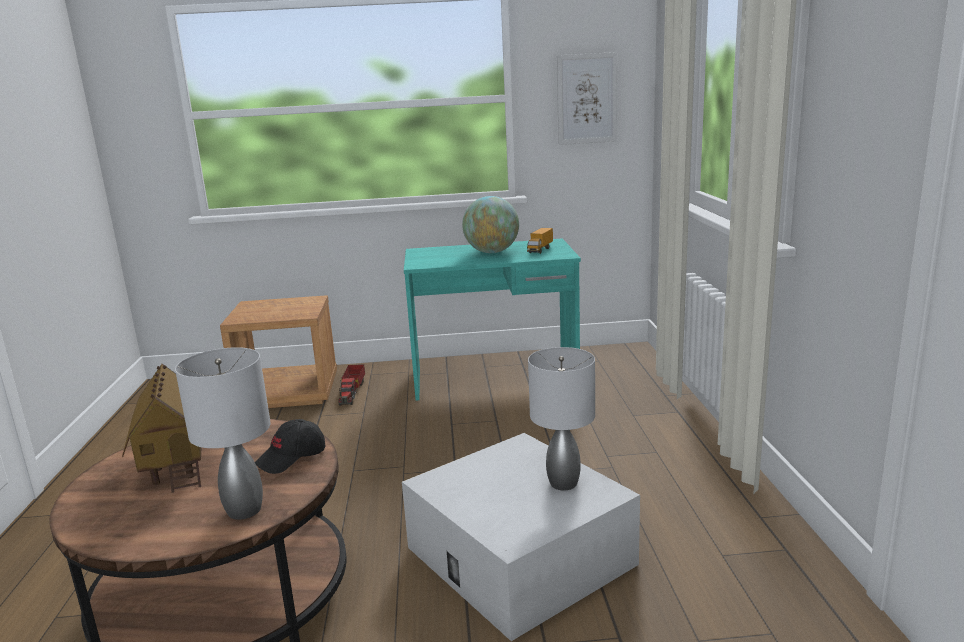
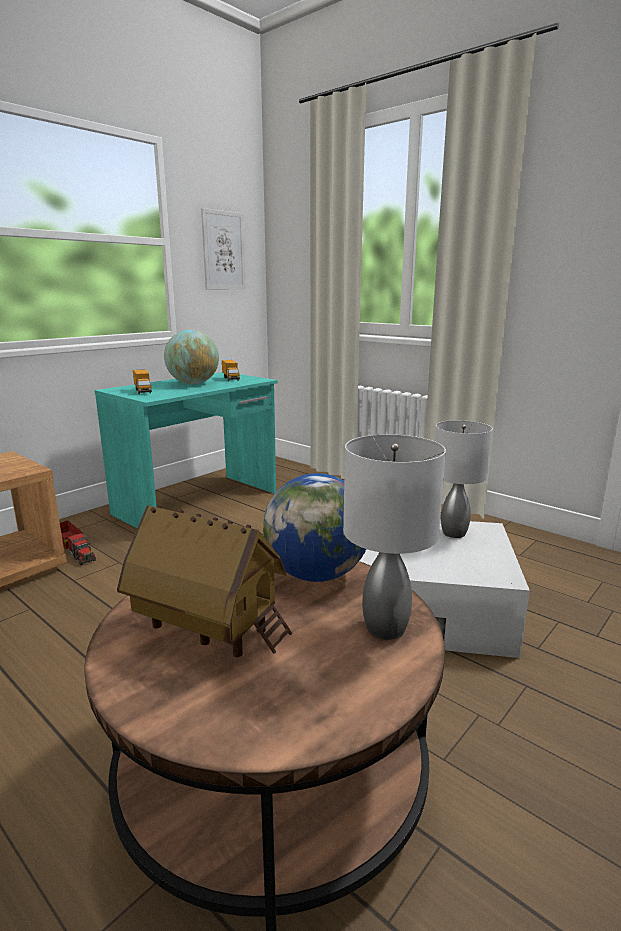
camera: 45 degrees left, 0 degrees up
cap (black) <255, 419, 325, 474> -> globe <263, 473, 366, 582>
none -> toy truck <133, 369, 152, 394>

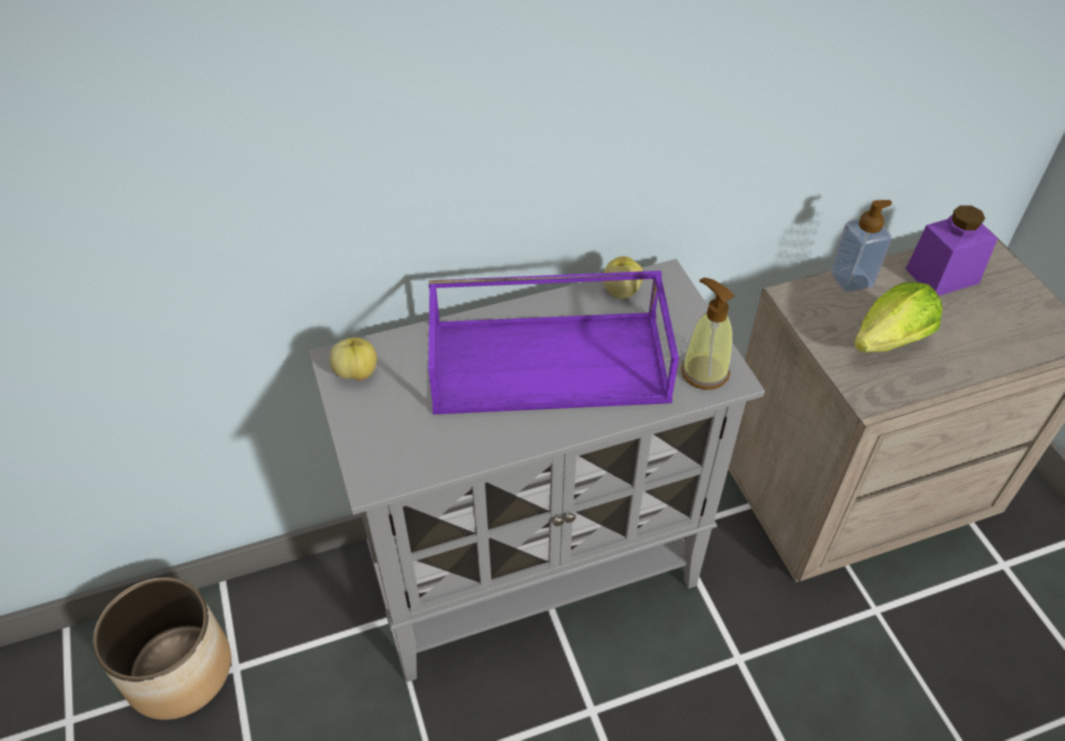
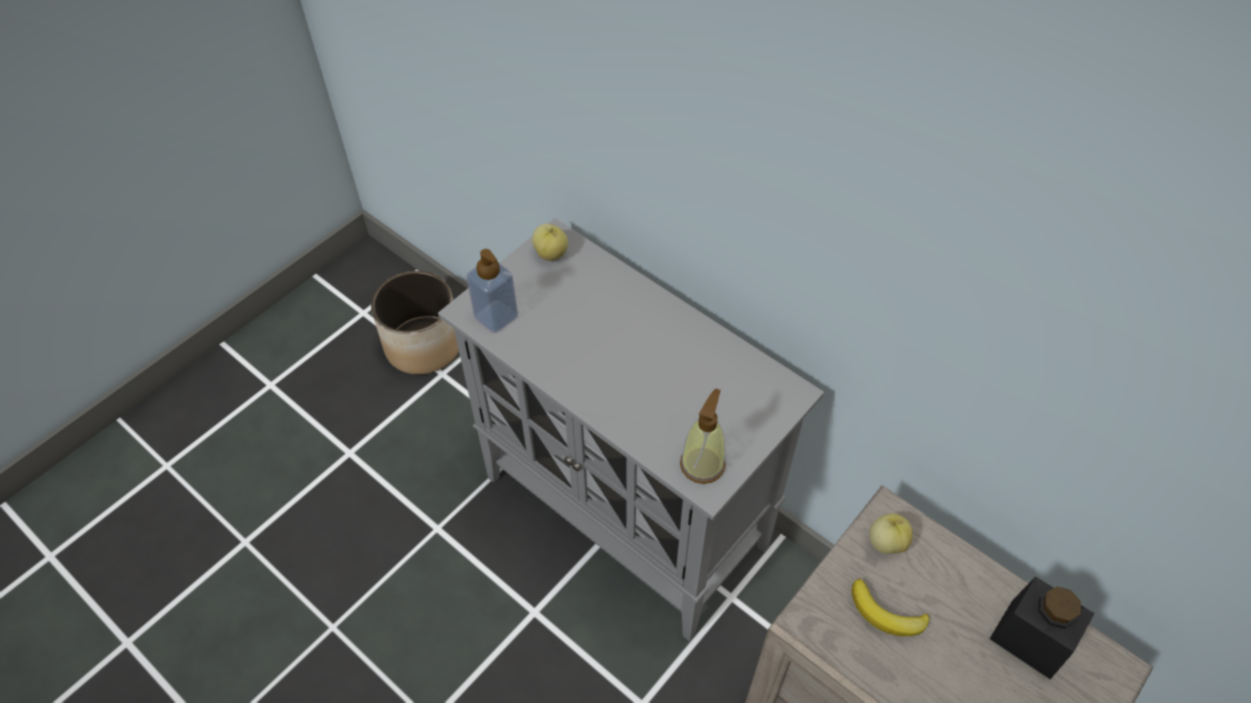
camera: 60 degrees right, 5 degrees up
tray (purple) <428, 271, 679, 415> -> none
apple <604, 256, 643, 299> -> apple <869, 513, 913, 554>, move
soap dispenser <831, 200, 892, 292> -> soap dispenser <466, 249, 518, 333>, move
lettuce <854, 283, 942, 353> -> banana <852, 579, 930, 636>
jar (purple) <906, 205, 998, 296> -> jar (black) <990, 577, 1095, 679>

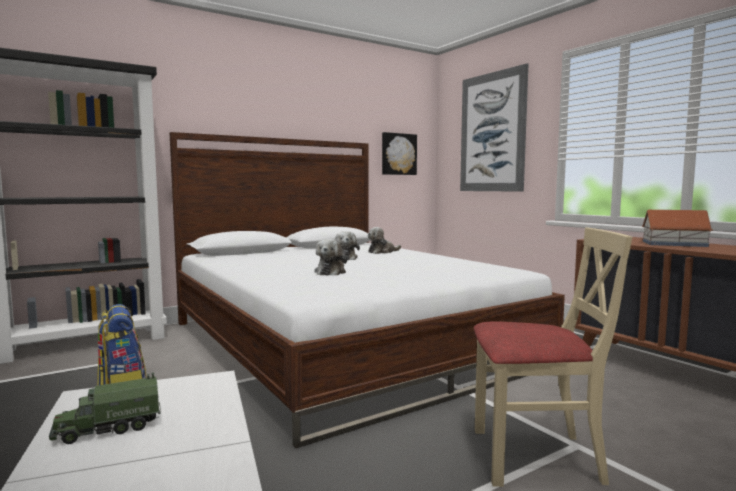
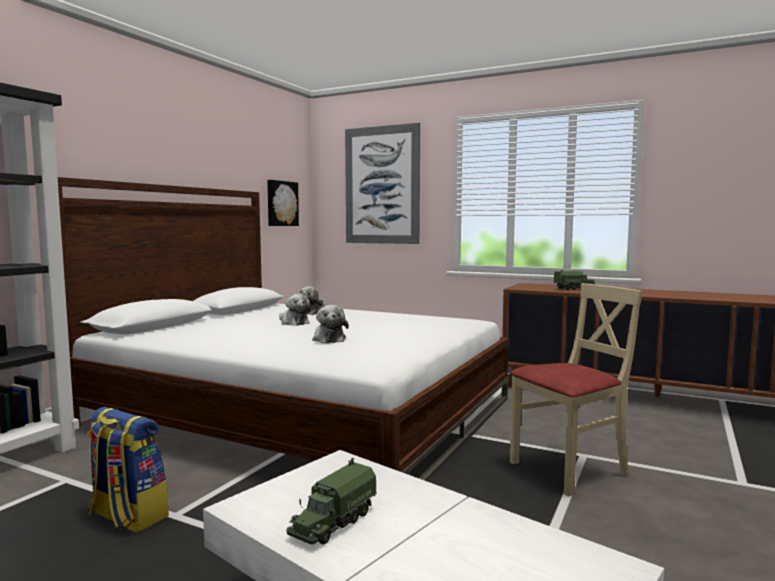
camera: 30 degrees left, 0 degrees up
toy house <642, 210, 713, 247> -> toy truck <554, 269, 597, 290>

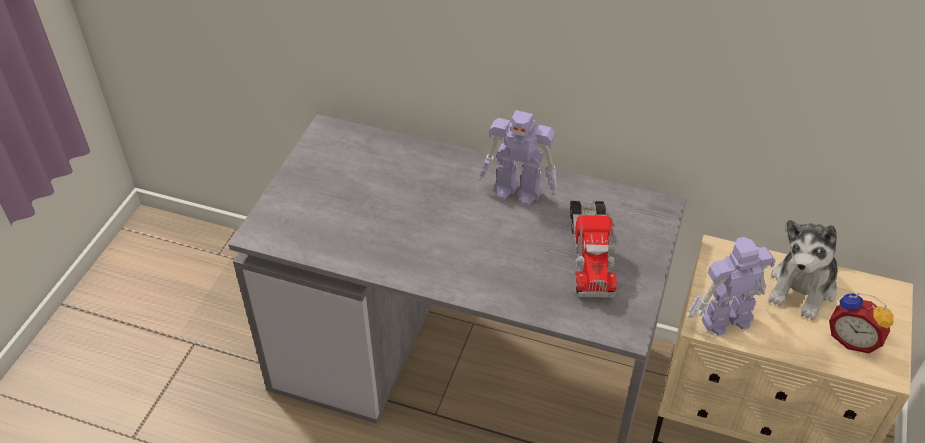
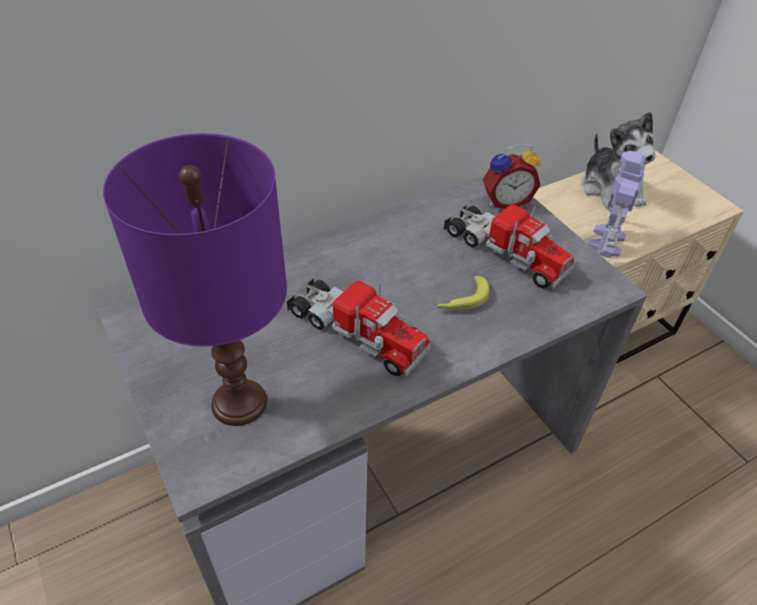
camera: 50 degrees left, 0 degrees up
toy robot <479, 110, 557, 206> -> none
alarm clock <829, 293, 894, 353> -> alarm clock <483, 143, 541, 209>, move
none -> table lamp (purple) <103, 133, 287, 426>
none -> toy truck <286, 277, 431, 376>
none -> banana <436, 276, 490, 311>

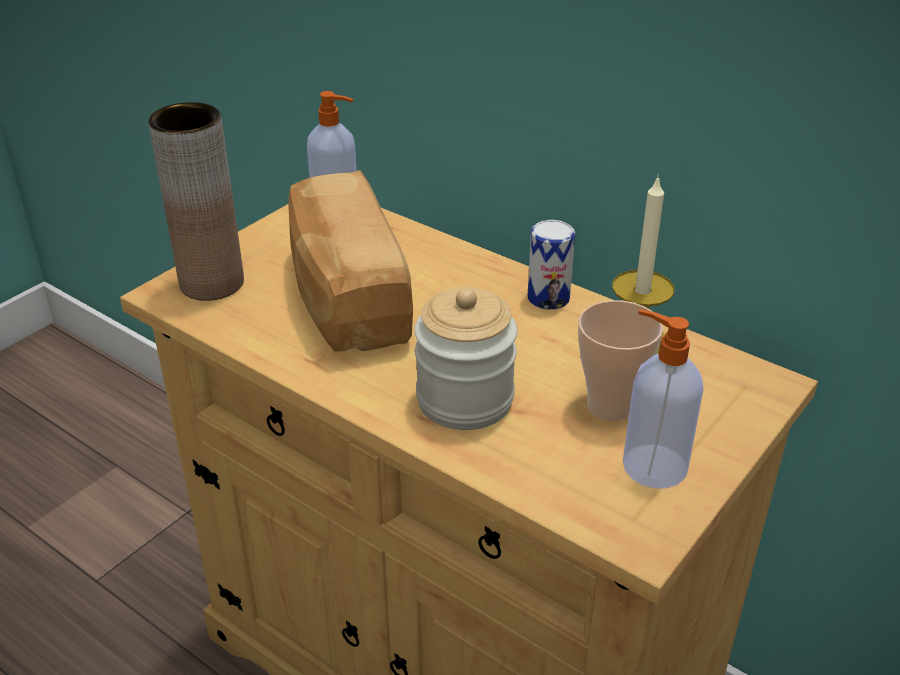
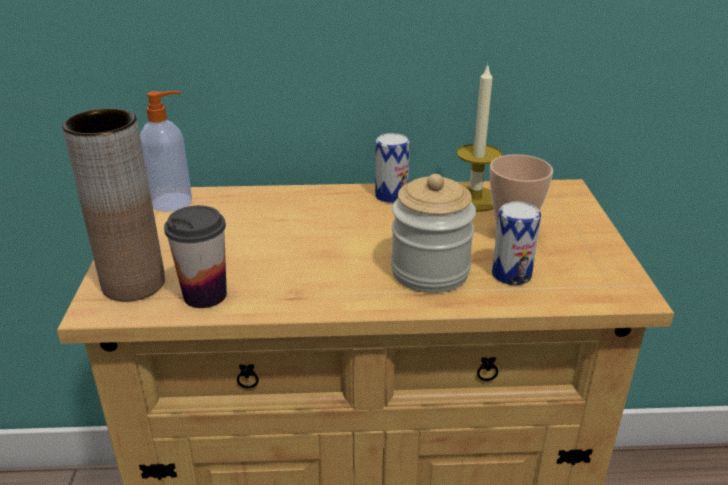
camera: 40 degrees left, 5 degrees down
bread <288, 170, 413, 352> -> none
soap dispenser <623, 309, 704, 489> -> none
none -> cup <164, 205, 227, 308>
none -> can <492, 202, 541, 285>

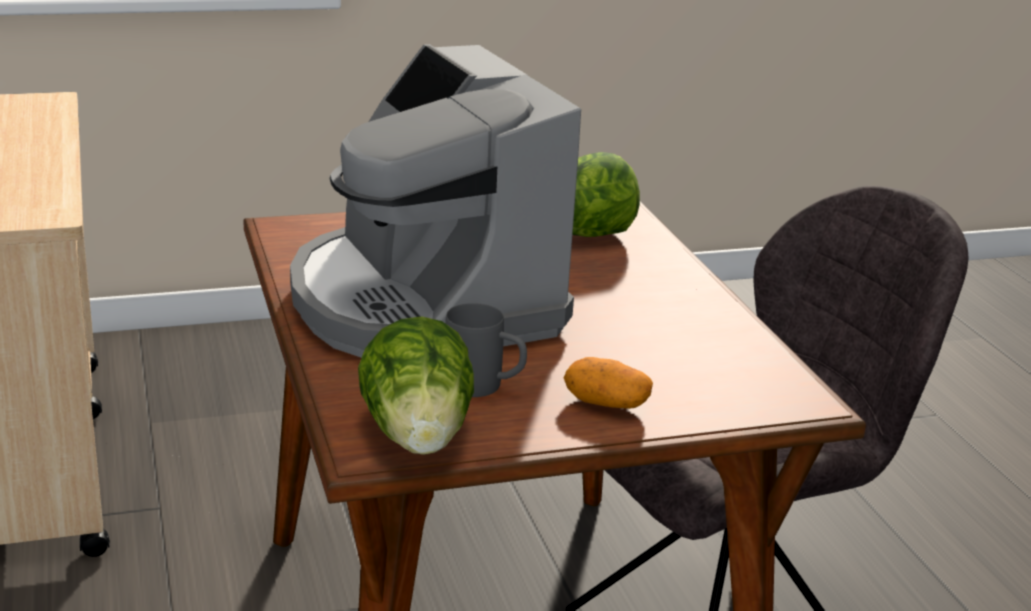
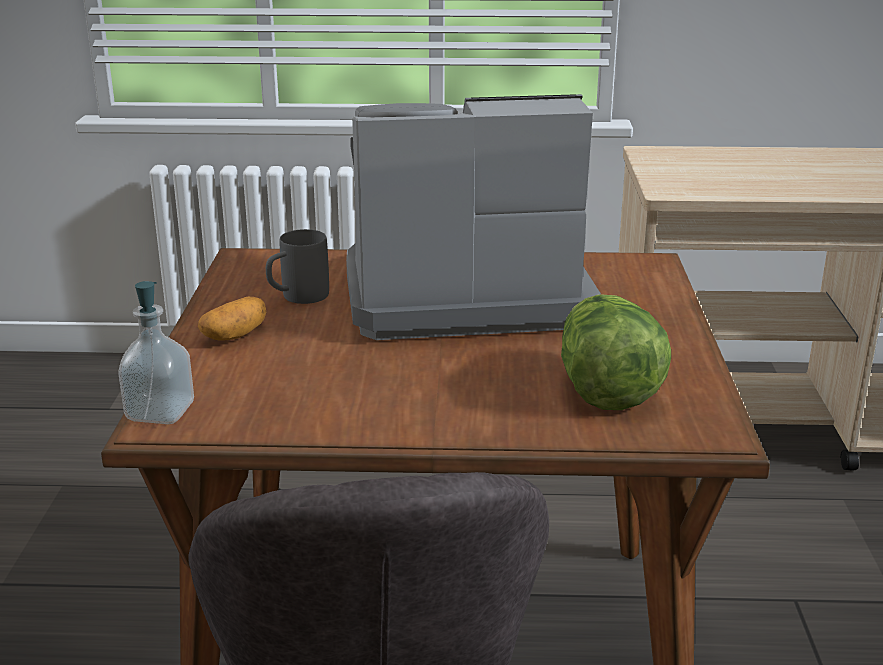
camera: 110 degrees right, 0 degrees up
lettuce <358, 316, 474, 455> -> none
none -> soap dispenser <119, 281, 194, 424>

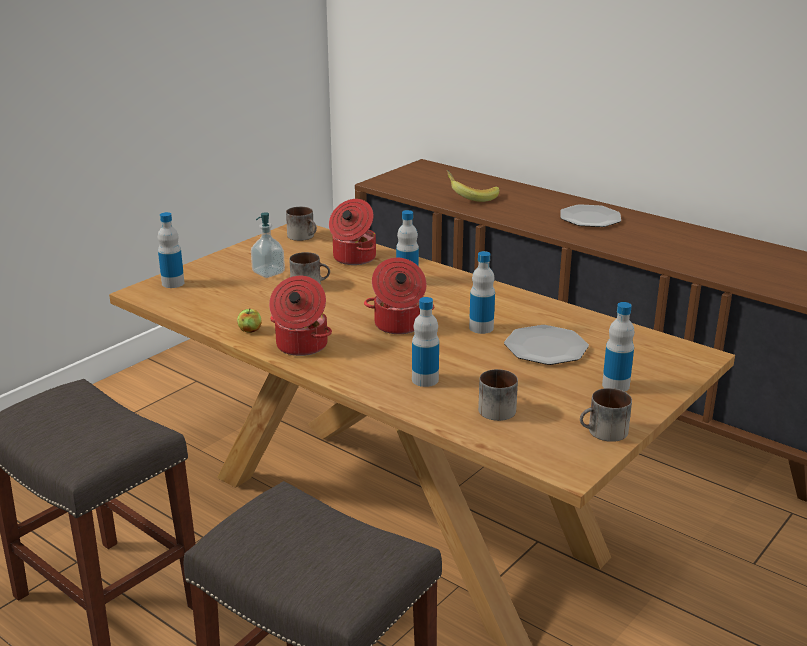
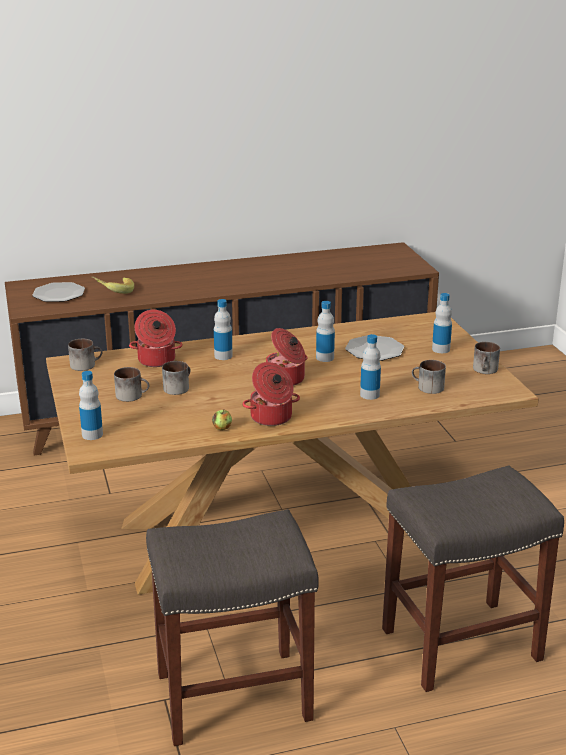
camera: 55 degrees left, 0 degrees up
soap dispenser <251, 212, 285, 278> -> mug <114, 367, 149, 402>
plate <560, 204, 621, 227> -> plate <32, 282, 85, 302>, move

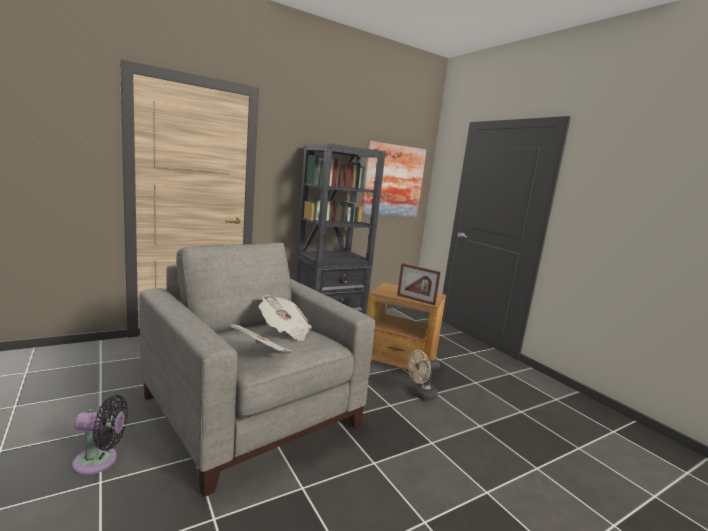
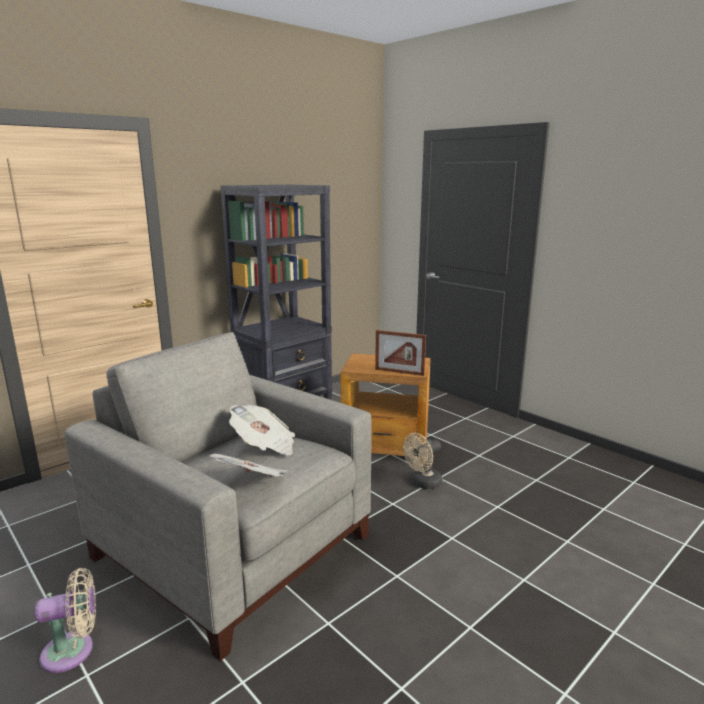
camera: 10 degrees left, 5 degrees up
fan (black) <72, 395, 128, 475> -> fan (beige) <35, 568, 96, 673>
picture <361, 141, 426, 217> -> none

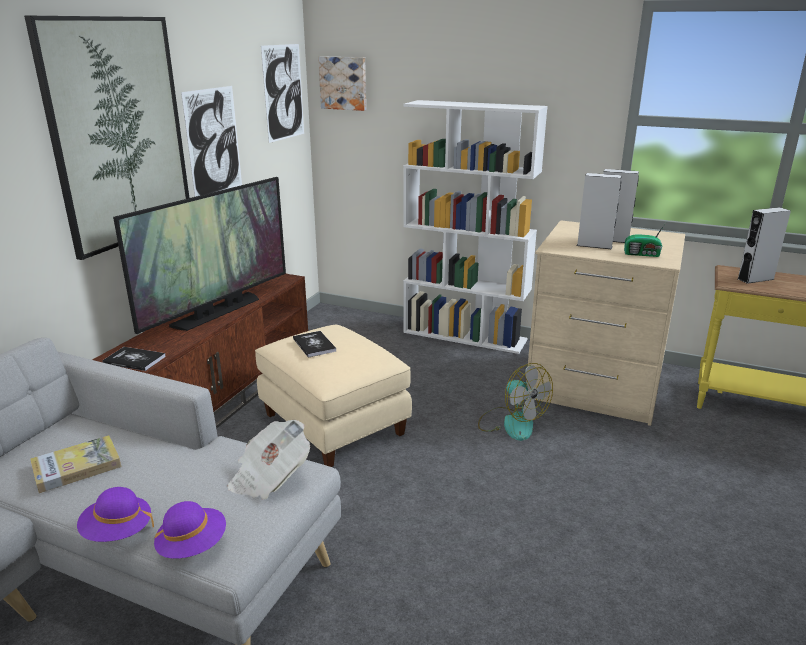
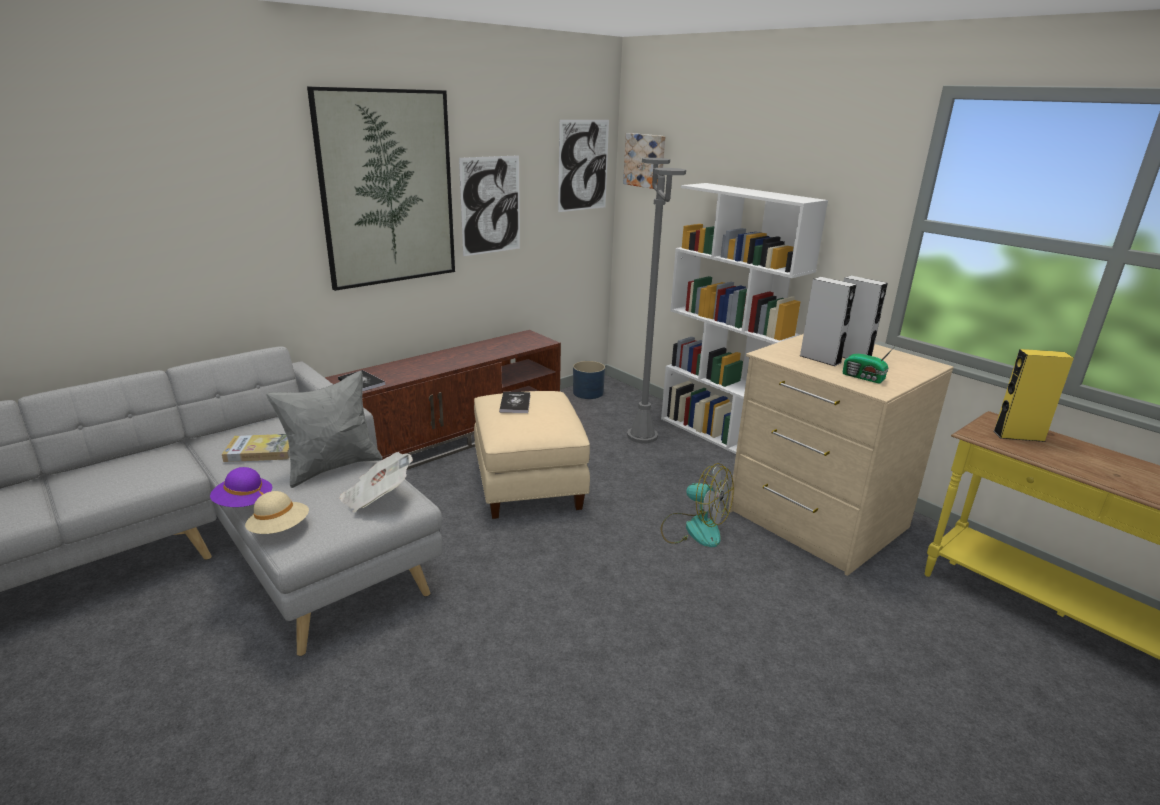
camera: 25 degrees right, 0 degrees up
television <113, 177, 286, 334> -> none
hat (purple) <154, 501, 226, 559> -> hat (beige) <245, 491, 309, 534>
fan <478, 363, 553, 441> -> fan <661, 463, 734, 547>, 45 degrees counterclockwise
speaker (grey) <738, 207, 791, 284> -> speaker (yellow) <993, 349, 1074, 442>
none -> pillow (grey) <266, 370, 383, 488>
none -> planter (blue) <573, 361, 605, 399>
none -> floor lamp (grey) <627, 158, 686, 443>

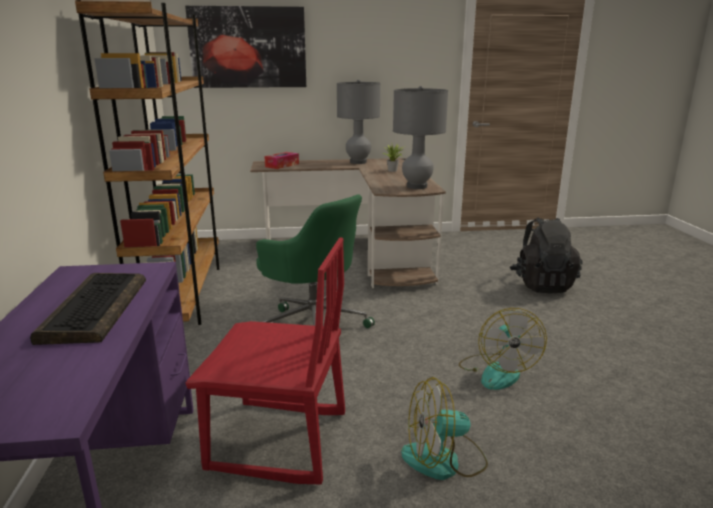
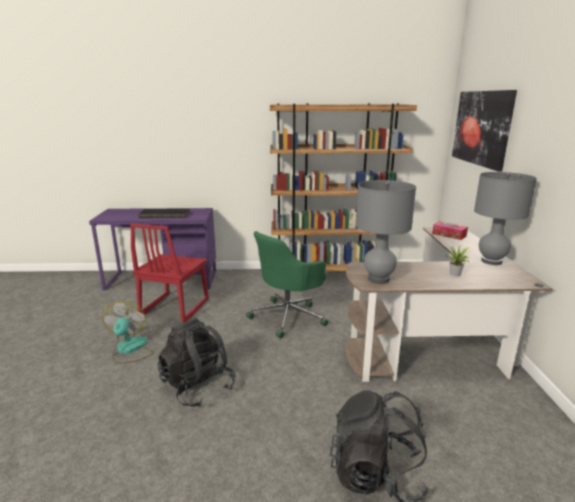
camera: 95 degrees right, 0 degrees up
fan <459, 308, 547, 390> -> backpack (black) <158, 318, 236, 407>

